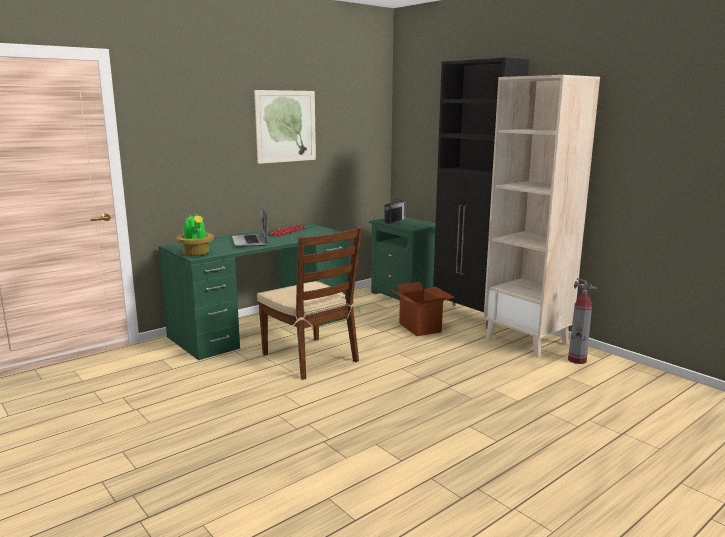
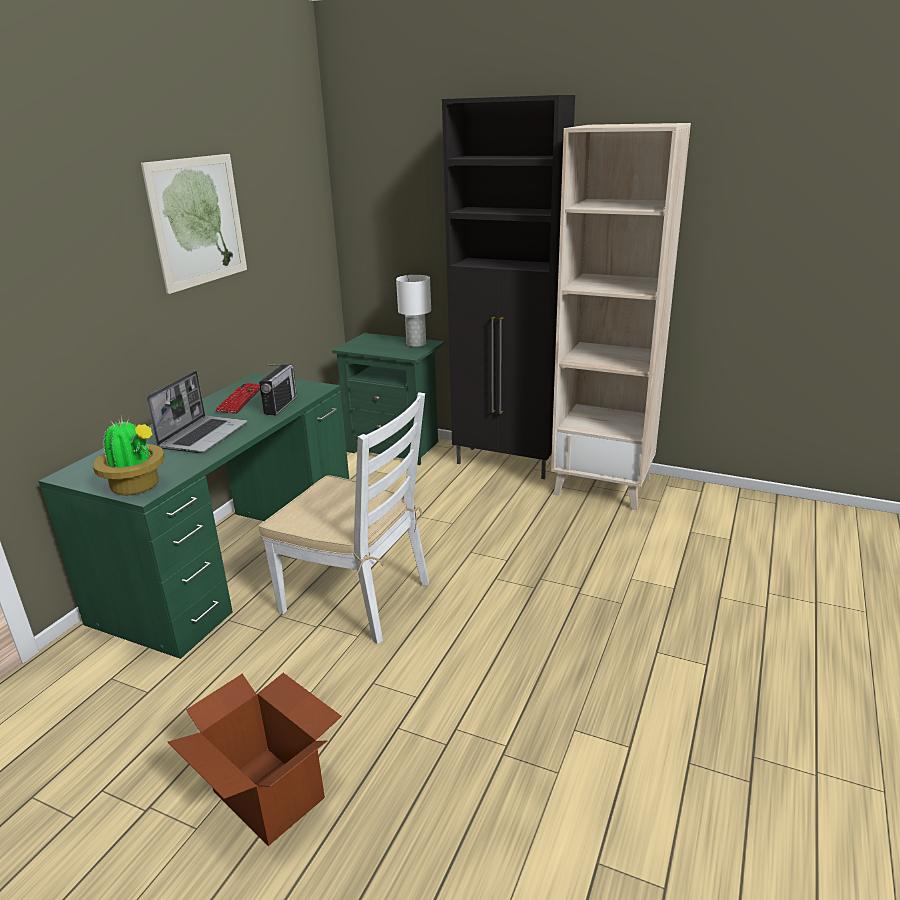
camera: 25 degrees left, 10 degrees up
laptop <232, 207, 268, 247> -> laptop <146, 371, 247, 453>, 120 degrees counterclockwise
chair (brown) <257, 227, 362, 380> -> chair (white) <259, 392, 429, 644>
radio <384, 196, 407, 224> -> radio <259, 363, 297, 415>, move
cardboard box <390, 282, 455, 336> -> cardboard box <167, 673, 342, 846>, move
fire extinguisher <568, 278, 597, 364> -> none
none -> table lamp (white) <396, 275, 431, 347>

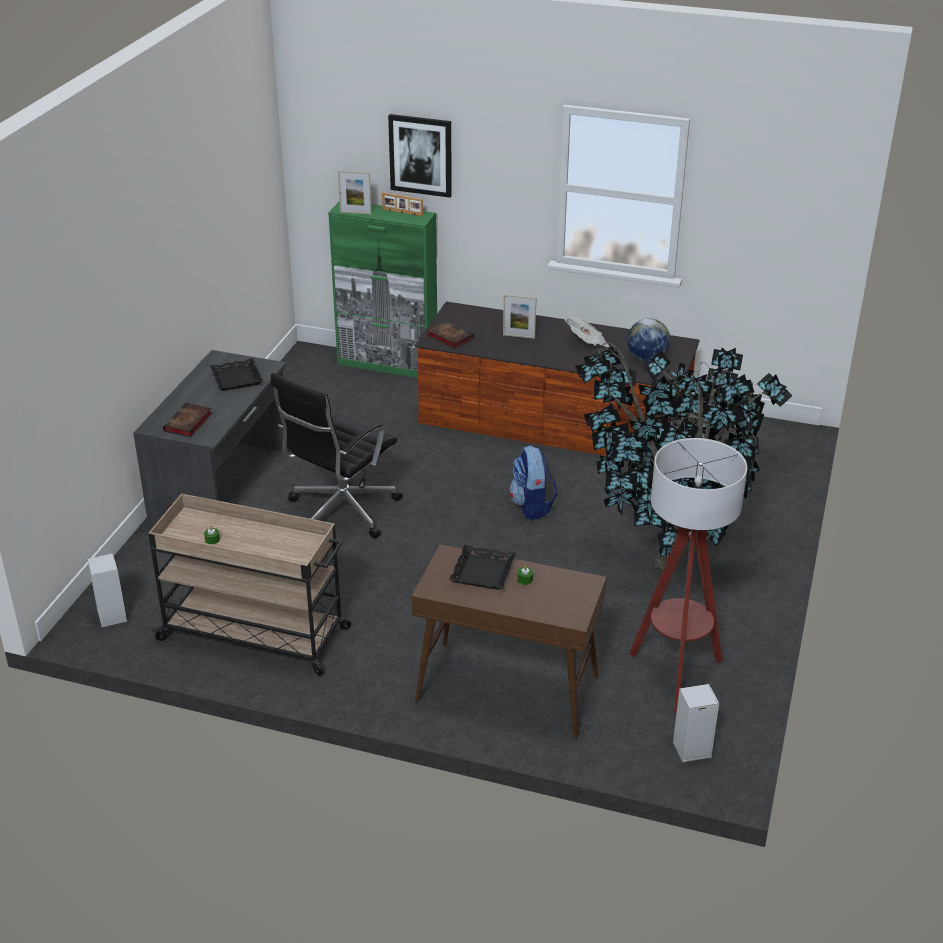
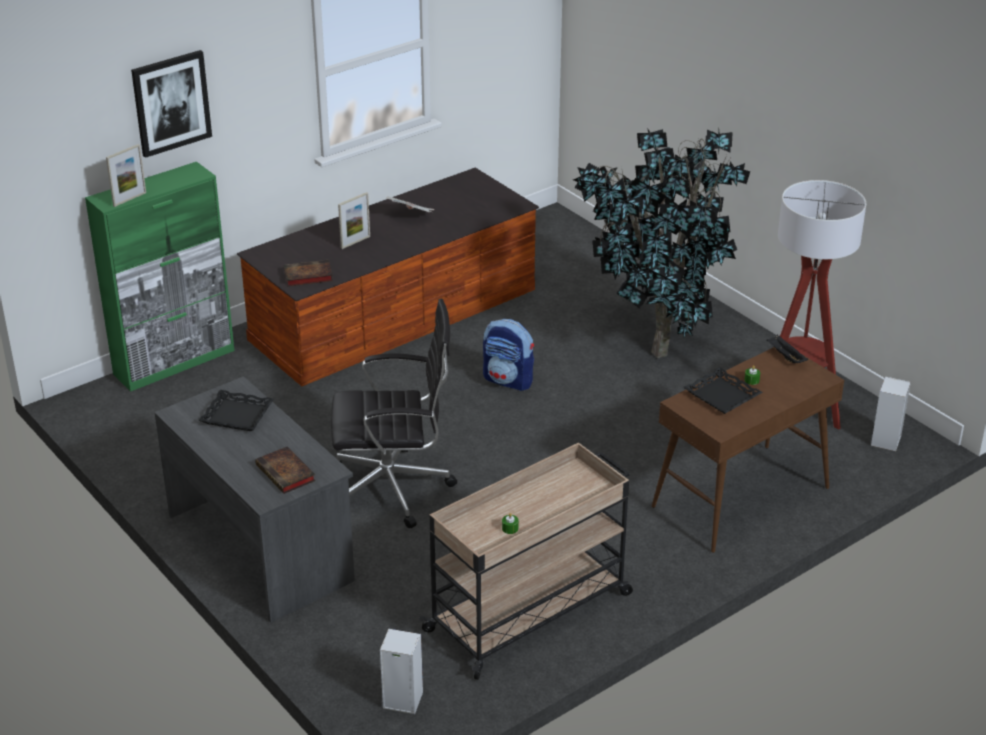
camera: 55 degrees left, 0 degrees up
office chair (black) <271, 373, 402, 538> -> office chair (black) <331, 299, 457, 528>, 75 degrees counterclockwise
picture frame <382, 192, 423, 216> -> none
globe <627, 318, 671, 362> -> none
none -> tray (black) <766, 334, 808, 363>

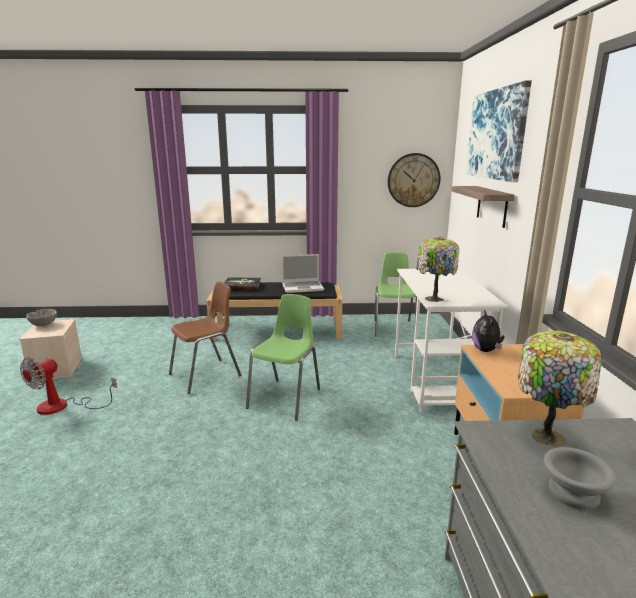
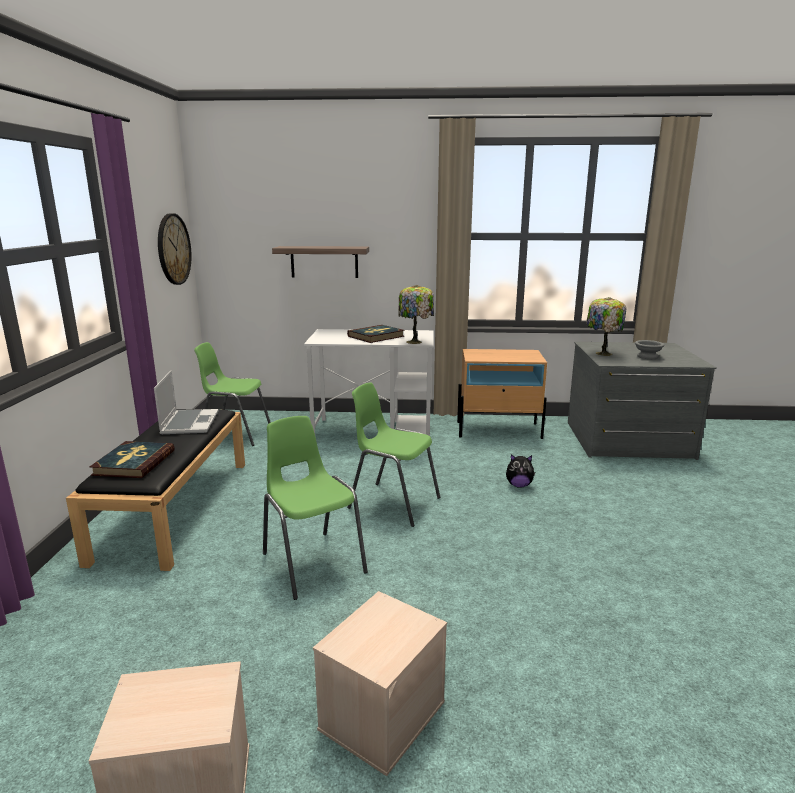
camera: 85 degrees left, 0 degrees up
fan <20, 357, 117, 415> -> storage box (beige) <313, 591, 447, 776>
bowl (grey) <26, 309, 57, 326> -> none
chair (brown) <169, 282, 241, 394> -> chair (green) <263, 416, 368, 600>
picture <466, 80, 532, 182> -> none
plush toy <472, 310, 504, 352> -> plush toy <506, 454, 535, 488>, move
none -> book <347, 325, 405, 343>

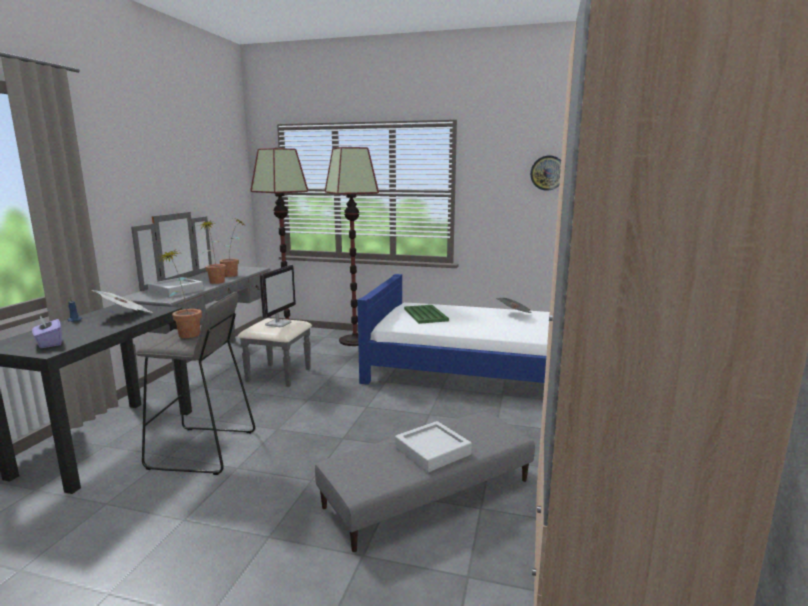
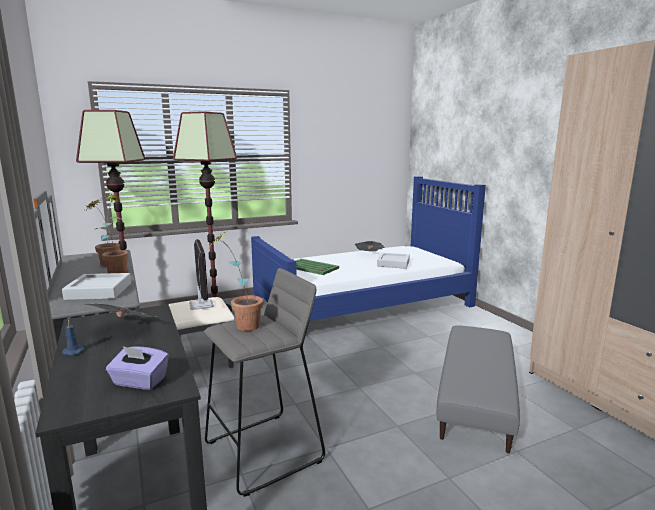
camera: 40 degrees left, 0 degrees up
tray (grey) <395, 421, 472, 472> -> tray (grey) <377, 253, 410, 269>, move
wall clock <530, 156, 561, 191> -> none

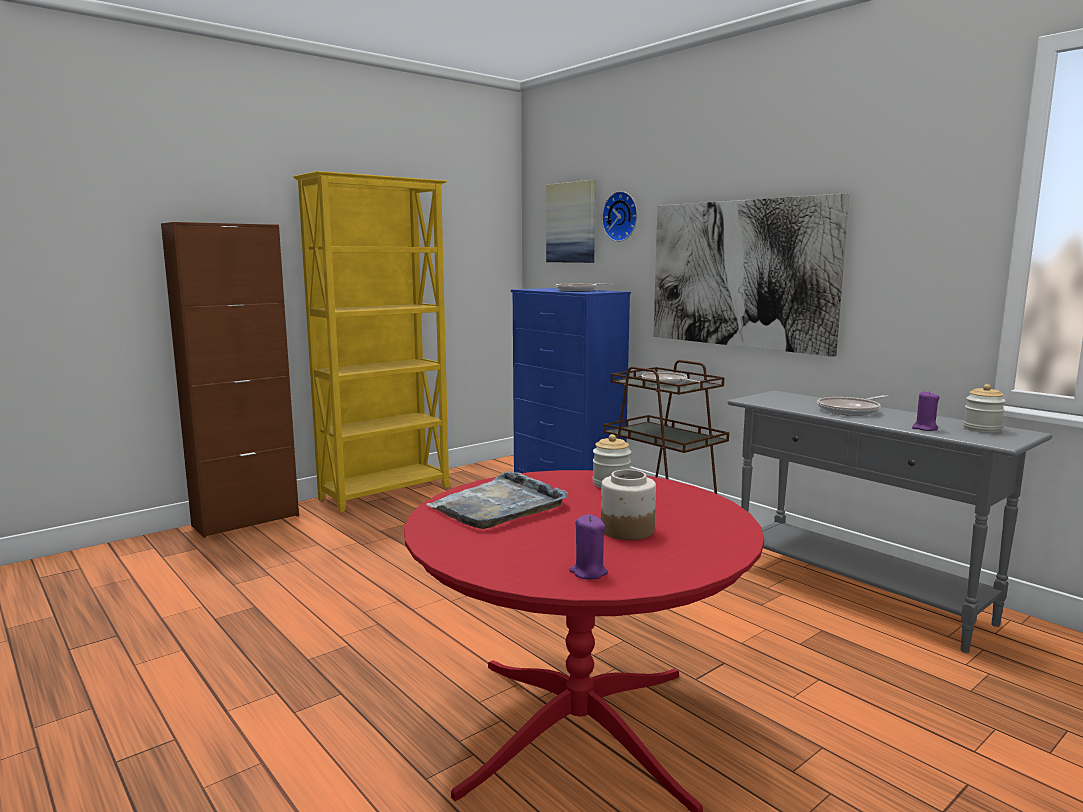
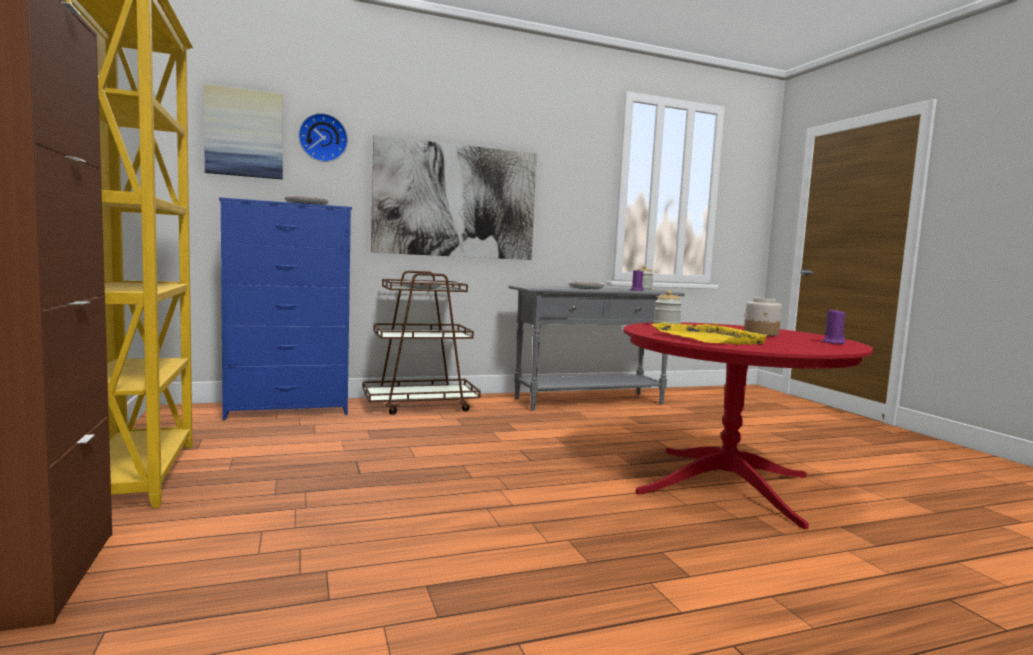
camera: 70 degrees left, 5 degrees down
tray (grey) <426, 471, 568, 529> -> tray (yellow) <651, 323, 768, 345>

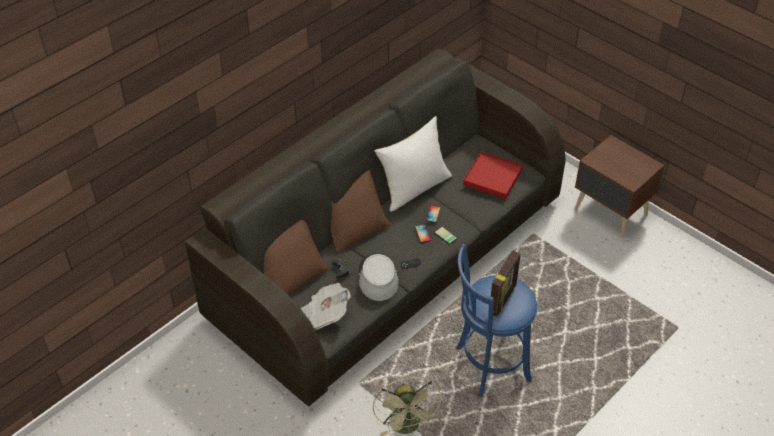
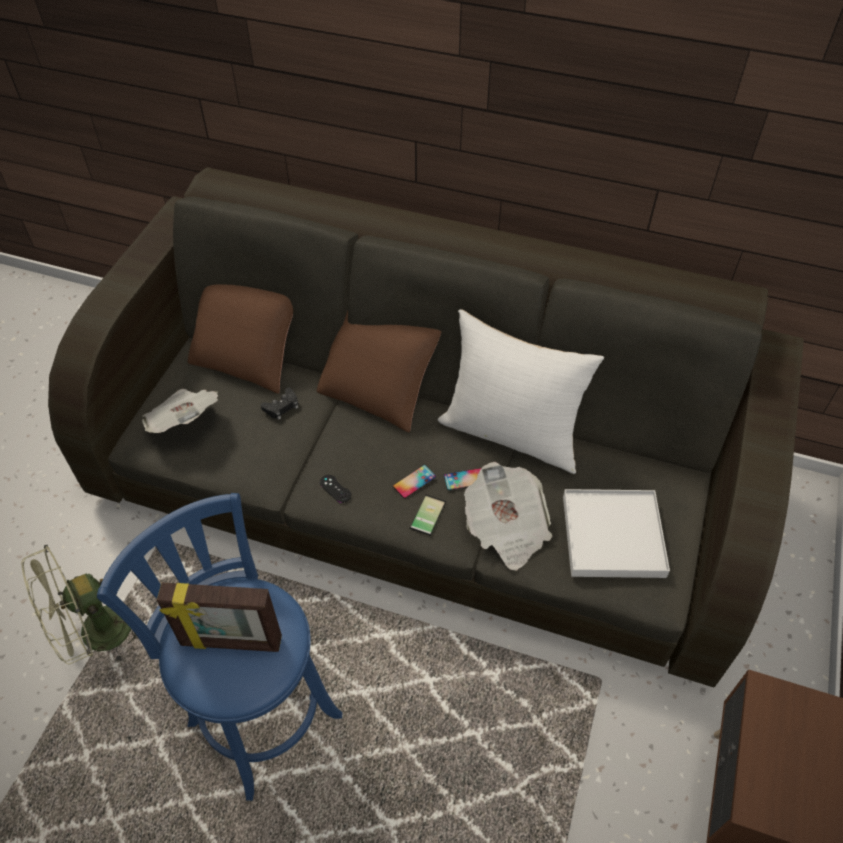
camera: 65 degrees right, 5 degrees up
hat (grey) <359, 253, 399, 301> -> none
tray (red) <463, 152, 523, 199> -> tray (white) <563, 489, 670, 578>
none -> newspaper <464, 462, 552, 570>

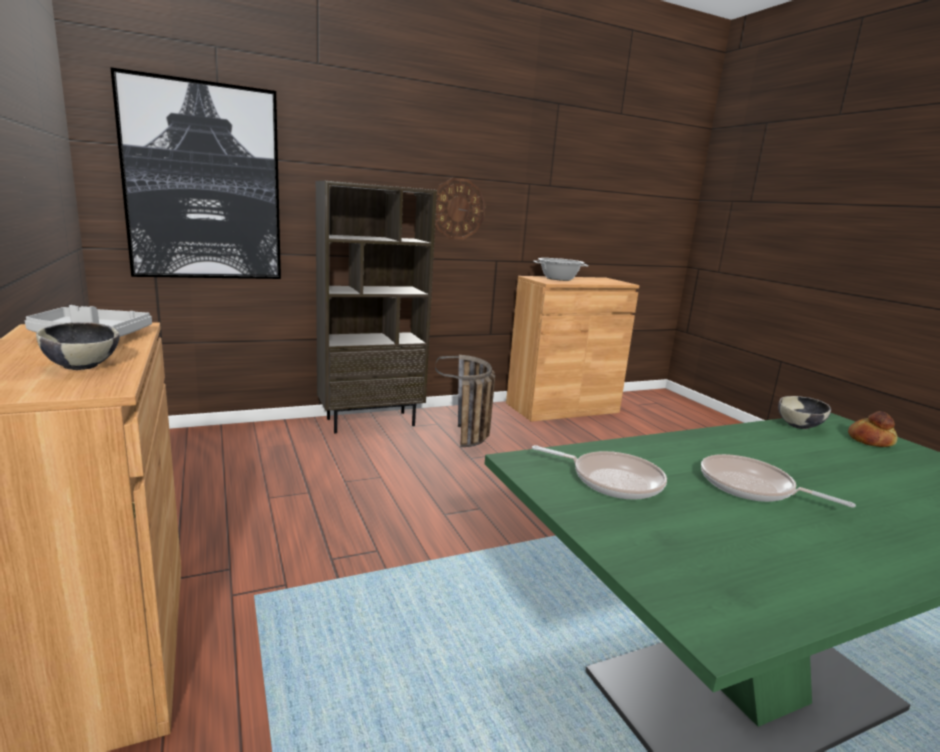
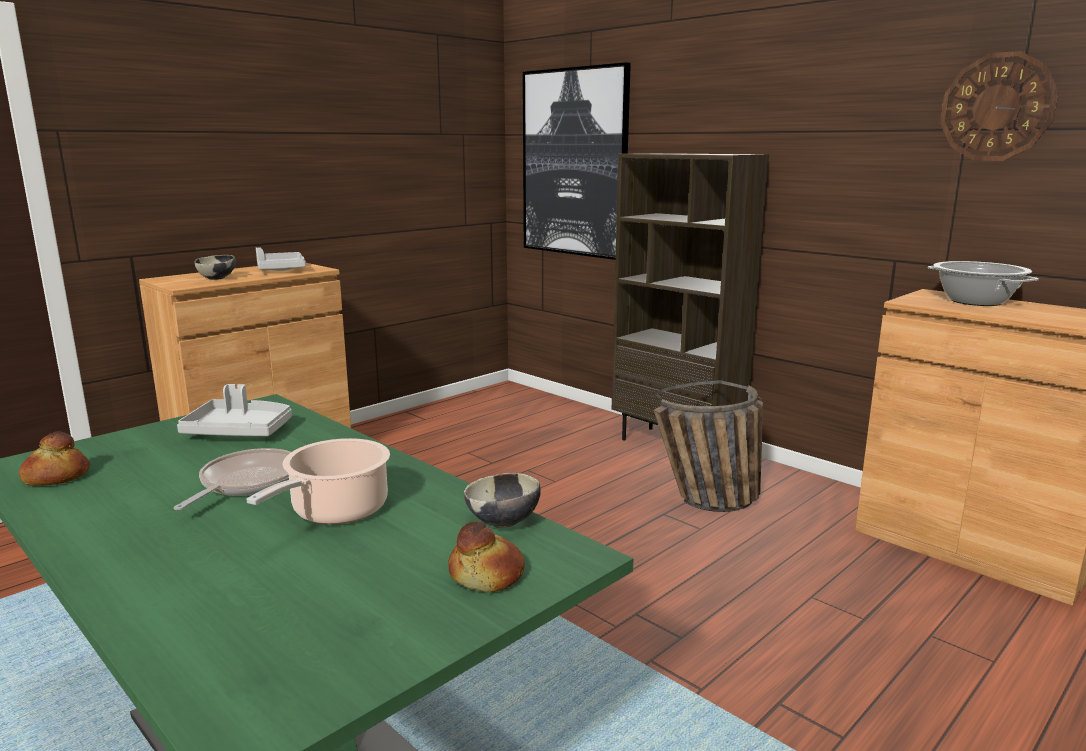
camera: 70 degrees right, 0 degrees up
wall clock <435, 178, 485, 239> -> wall clock <940, 51, 1059, 161>, move
frying pan <532, 445, 667, 500> -> tray (grey) <177, 384, 292, 436>
none -> bread <19, 431, 90, 486>
none -> cooking pot <247, 438, 390, 524>

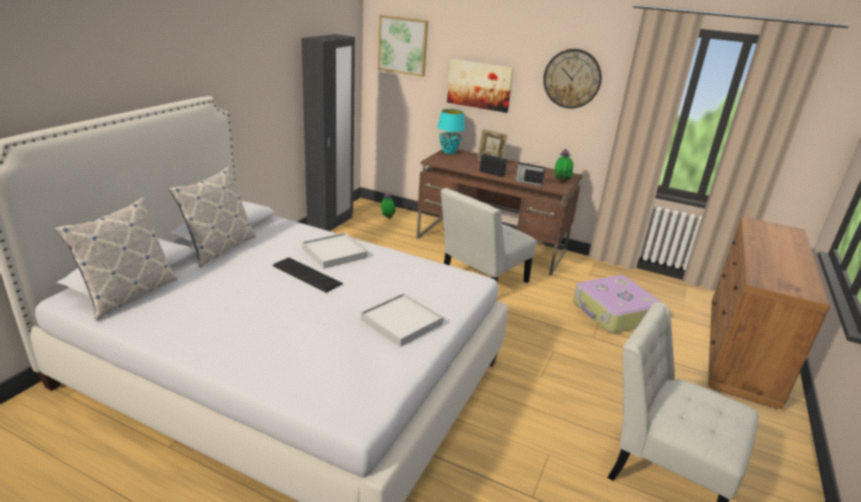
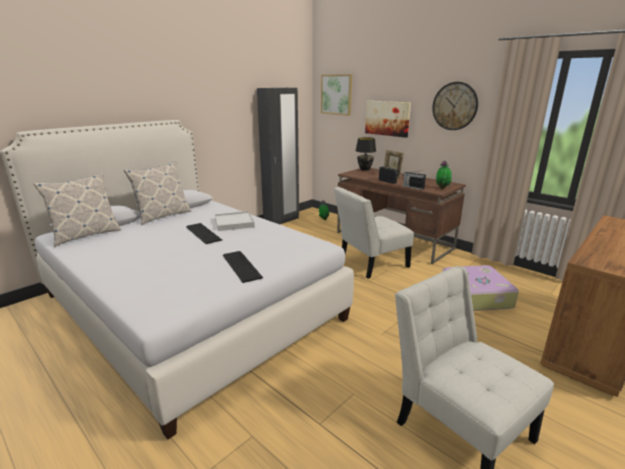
camera: 20 degrees right, 5 degrees down
tray (white) <361, 293, 444, 347> -> keyboard <223, 251, 263, 283>
table lamp (turquoise) <438, 109, 465, 154> -> table lamp (black) <356, 137, 376, 171>

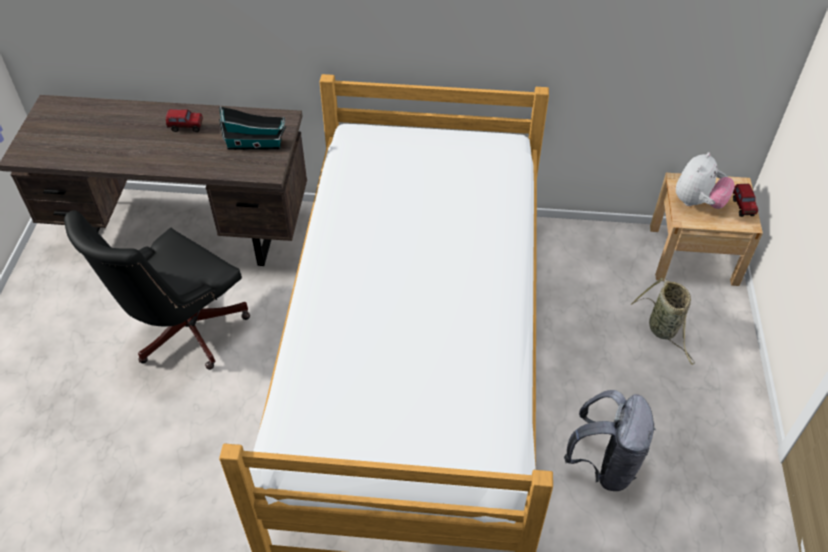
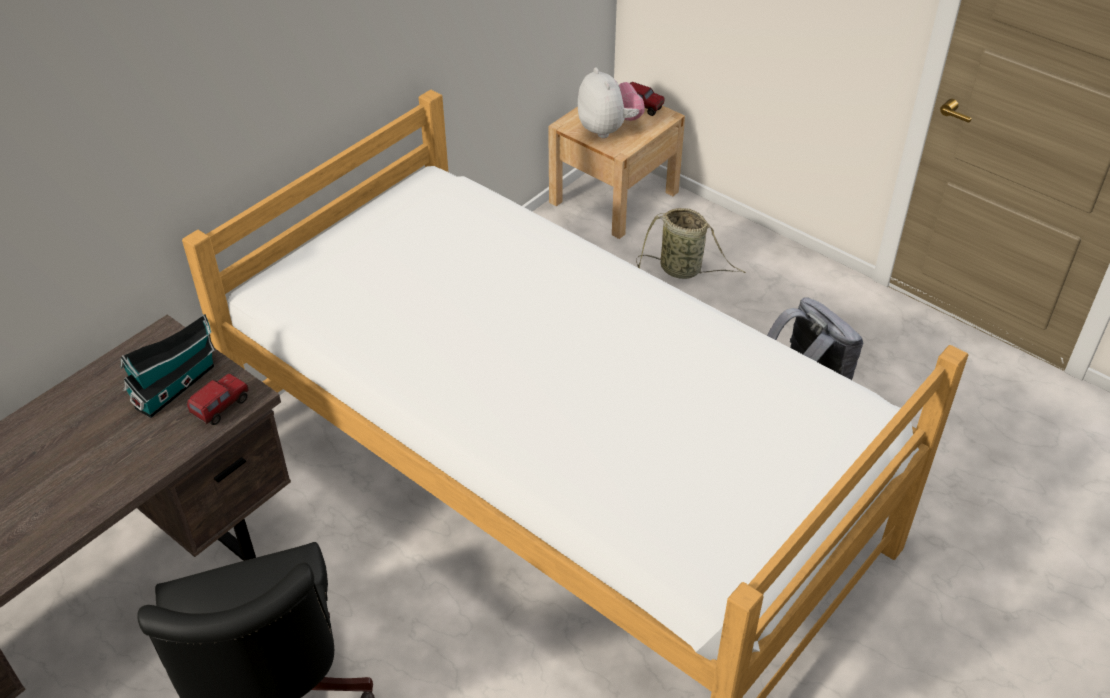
camera: 55 degrees left, 5 degrees down
toy truck <165, 109, 203, 132> -> toy truck <187, 373, 249, 425>, move

